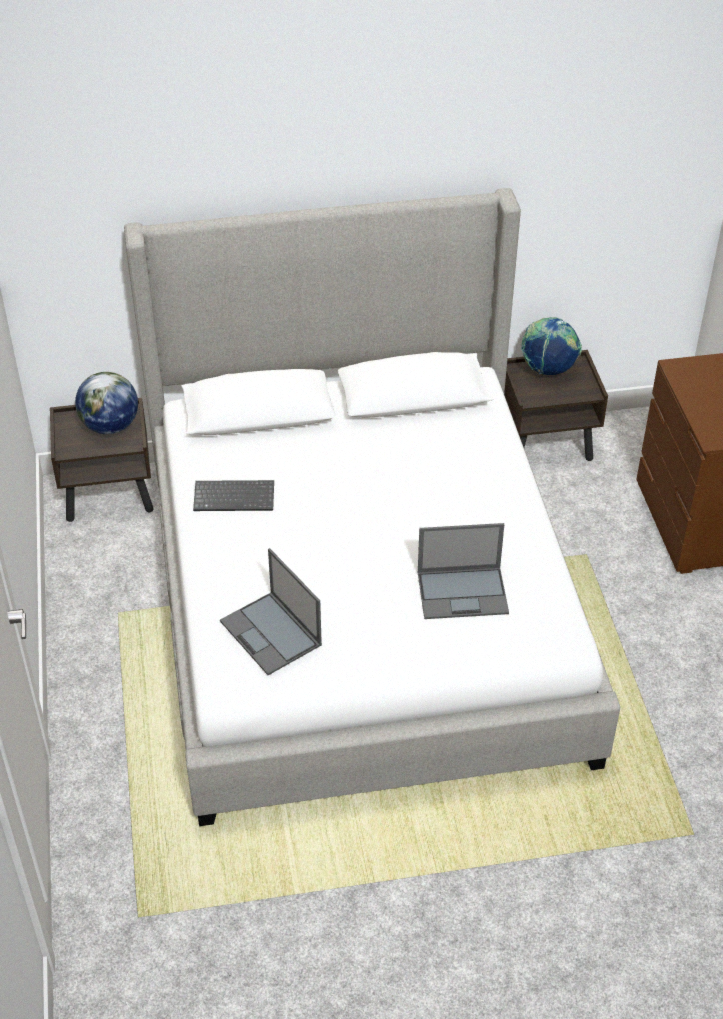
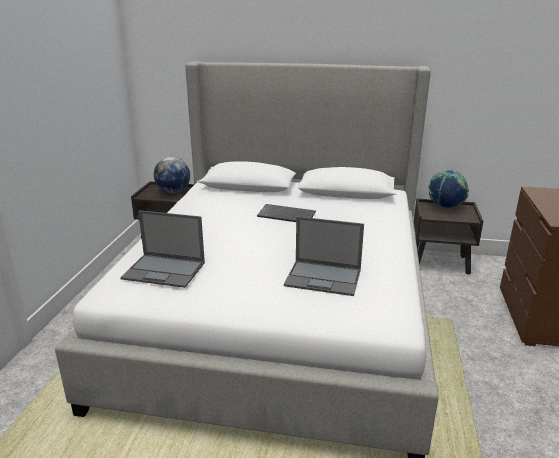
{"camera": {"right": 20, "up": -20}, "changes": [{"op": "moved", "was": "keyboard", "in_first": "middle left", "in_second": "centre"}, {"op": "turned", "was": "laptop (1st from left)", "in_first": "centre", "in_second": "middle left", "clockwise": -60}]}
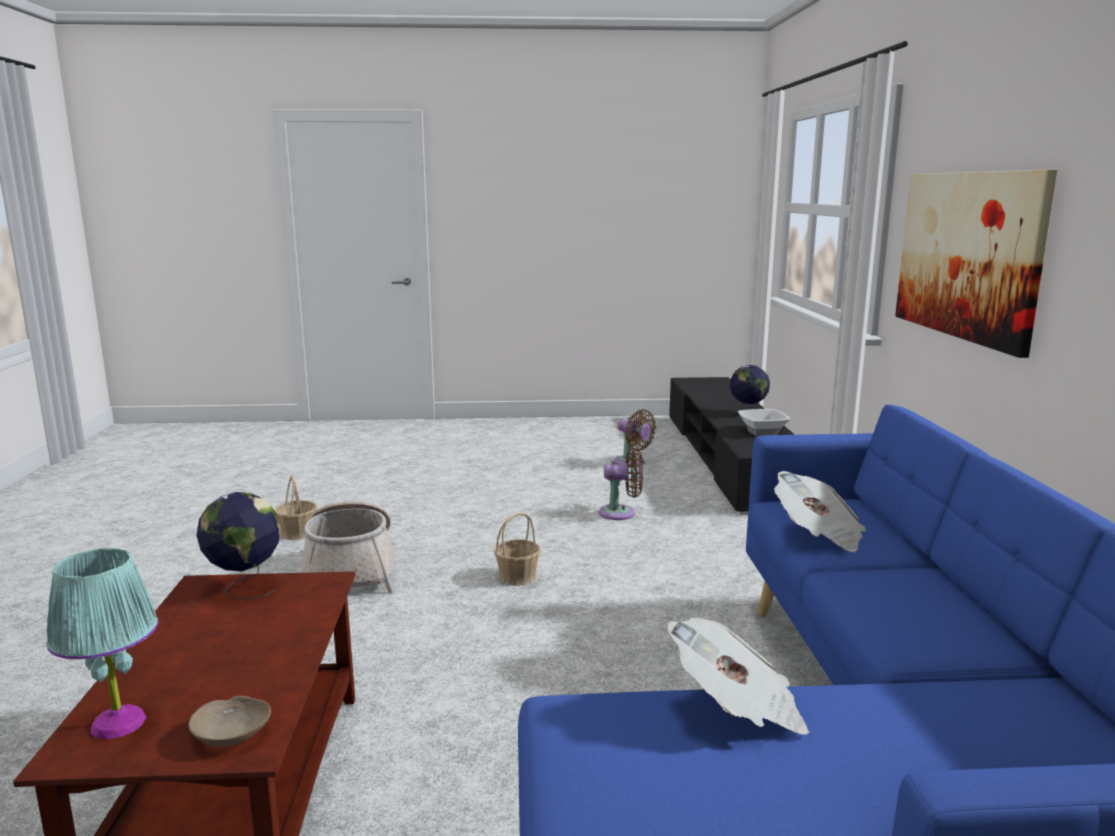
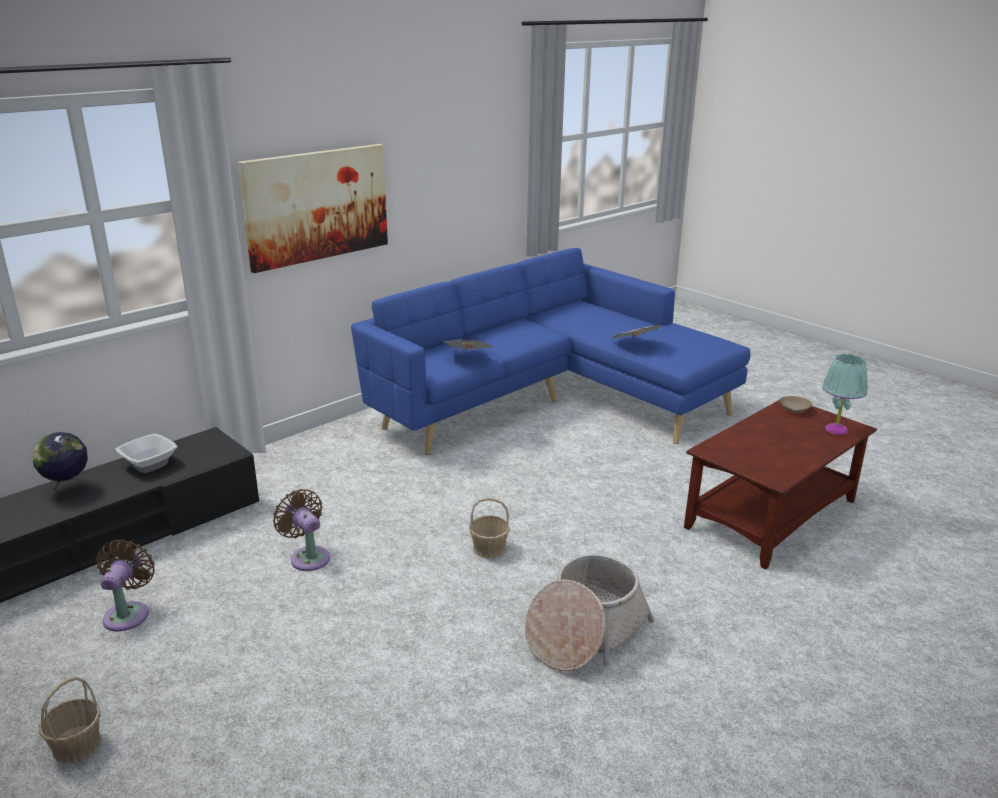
{"camera": {"right": -130, "up": 10}, "changes": [{"op": "moved", "was": "basket (1st from left)", "in_first": "middle left", "in_second": "bottom left"}, {"op": "removed", "was": "world globe (1st from left)", "in_first": "middle left"}]}
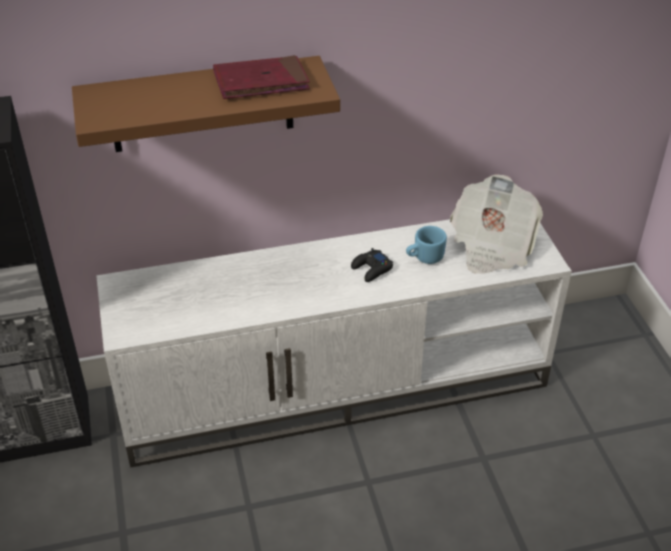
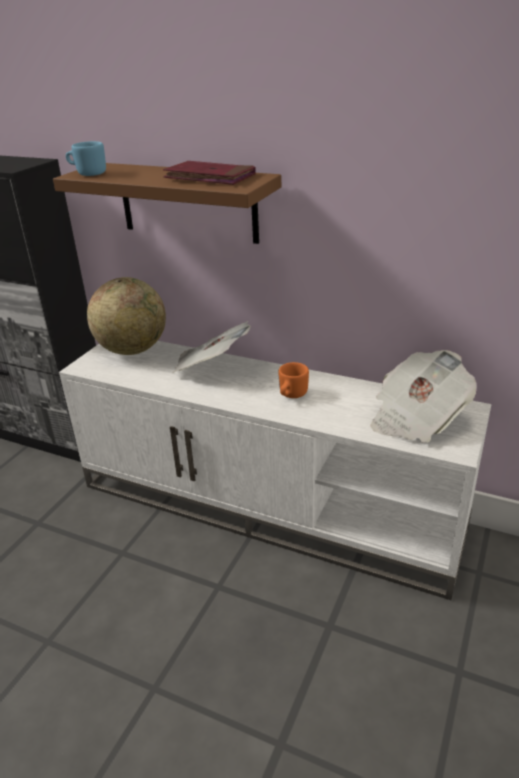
{"camera": {"right": 40, "up": -10}, "changes": [{"op": "moved", "was": "mug/blue-coloured", "in_first": "centre", "in_second": "top left"}, {"op": "replaced", "was": "joypad/blackish", "now": "mug/orange-coloured", "in_first": "centre", "in_second": "centre"}, {"op": "added", "now": "world globe", "in_second": "middle left"}, {"op": "added", "now": "newspaper (1st from left)", "in_second": "centre"}]}
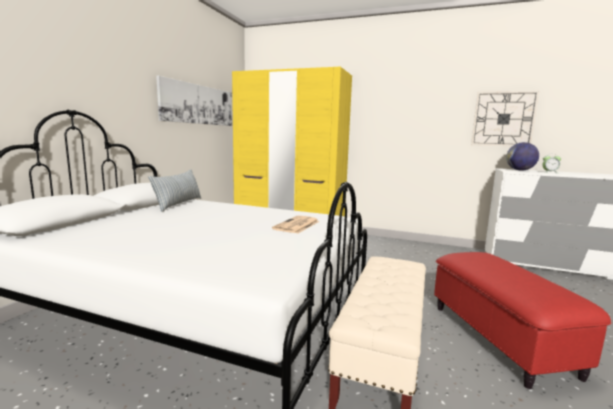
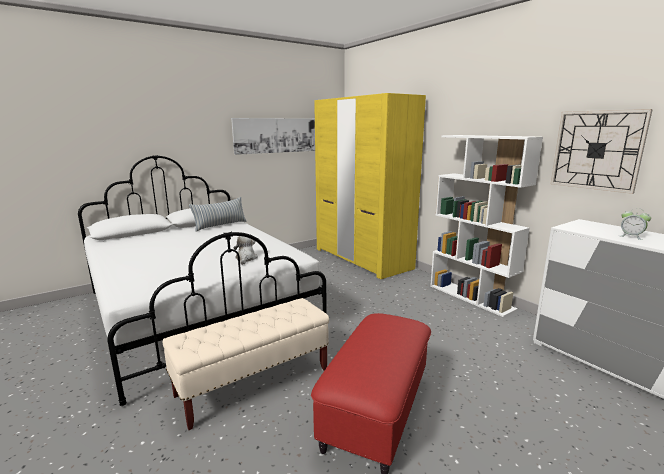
{"camera": {"right": 35, "up": 5}, "changes": [{"op": "removed", "was": "world globe", "in_first": "middle right"}, {"op": "replaced", "was": "newspaper", "now": "plush toy", "in_first": "centre", "in_second": "centre"}, {"op": "added", "now": "shelving unit/white-coloured", "in_second": "middle right"}]}
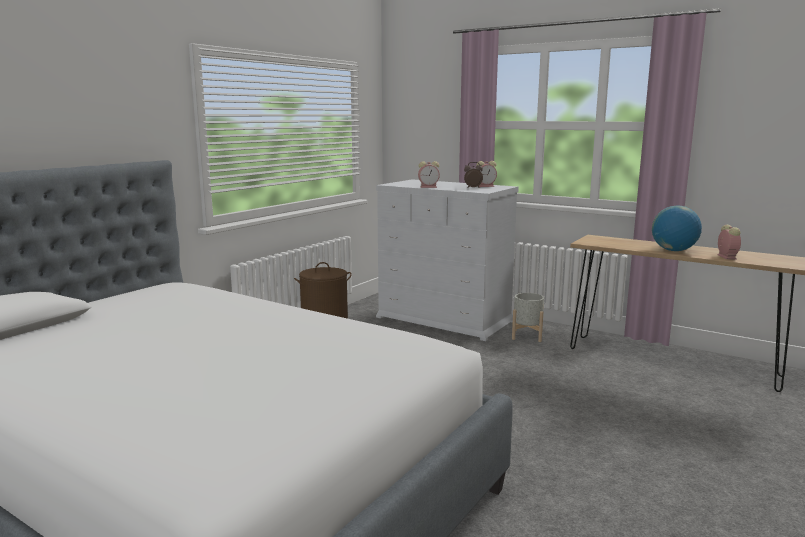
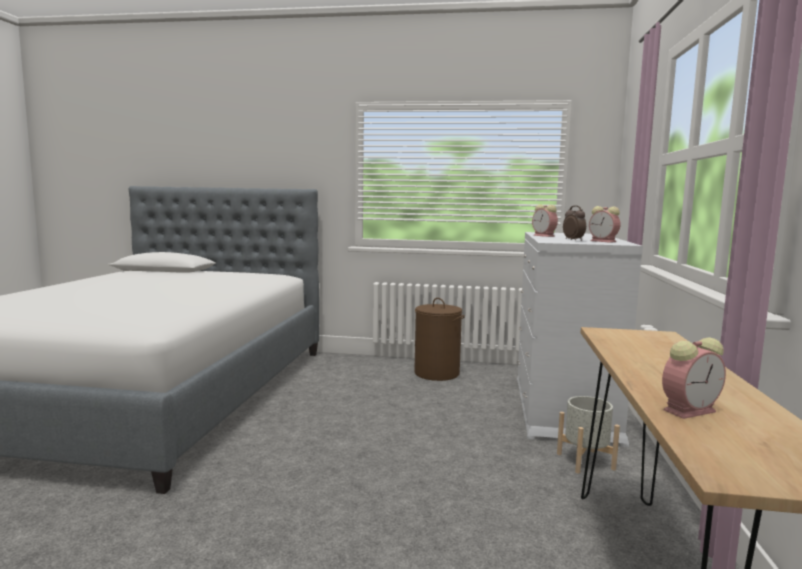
{"camera": {"right": 65, "up": -5}, "changes": [{"op": "removed", "was": "world globe", "in_first": "middle right"}]}
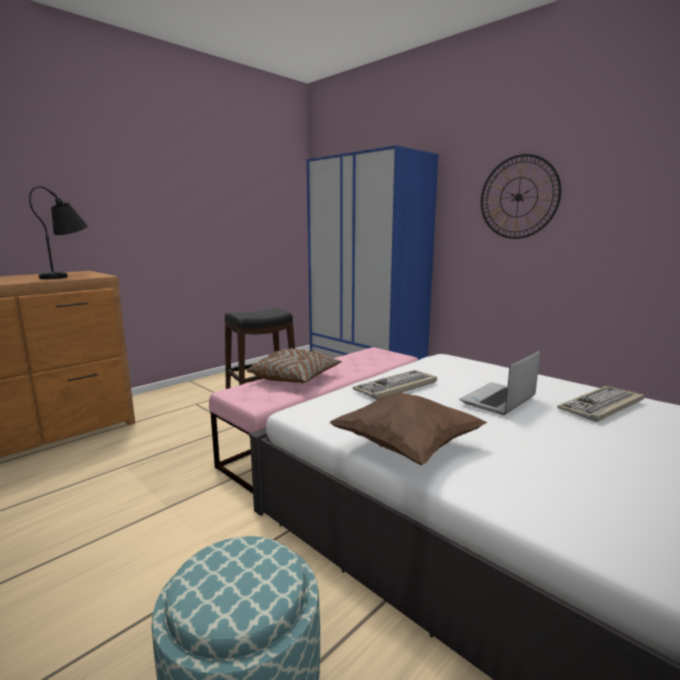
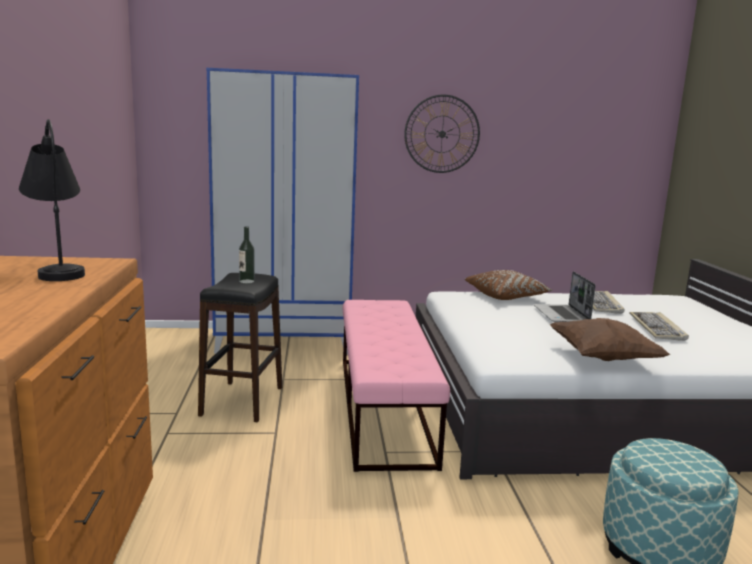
{"camera": {"right": -50, "up": 0}, "changes": [{"op": "moved", "was": "cushion/brown (1st from left)", "in_first": "centre", "in_second": "middle right"}, {"op": "moved", "was": "keyboard (1st from left in the first image)", "now": "keyboard (2nd from left)", "in_first": "centre", "in_second": "middle right"}, {"op": "added", "now": "bottle", "in_second": "middle left"}]}
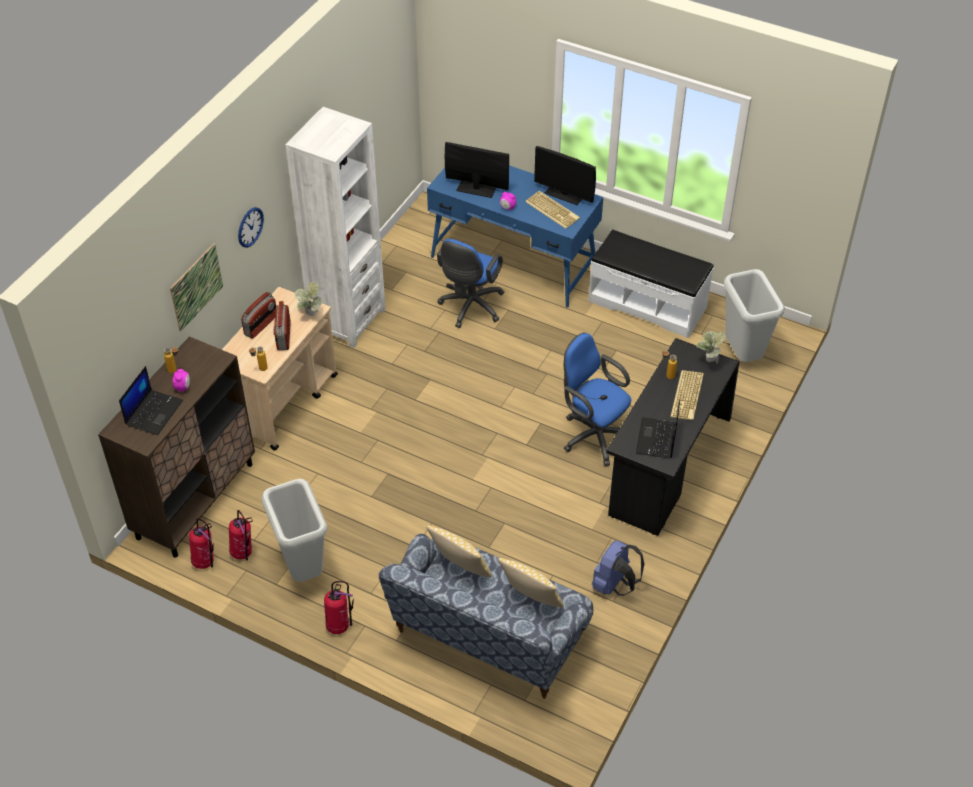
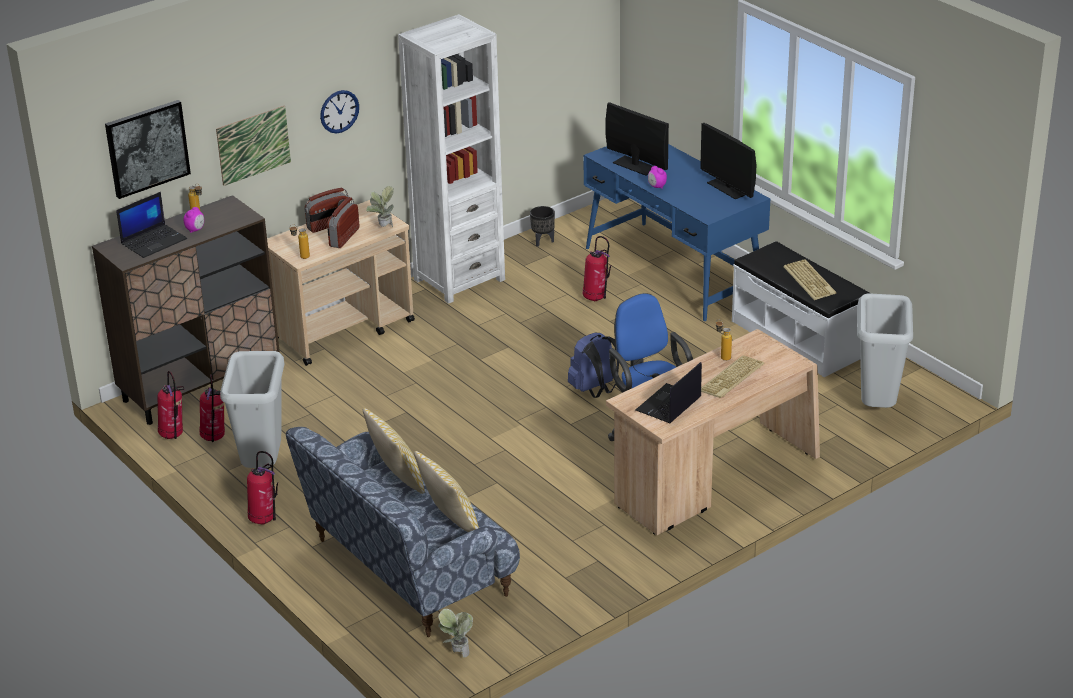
{"camera": {"right": 25, "up": -15}, "changes": [{"op": "moved", "was": "keyboard (1st from left in the first image)", "now": "keyboard (2nd from left)", "in_first": "top centre", "in_second": "middle right"}, {"op": "replaced", "was": "computer chair/blue-coloured (1st from left)", "now": "extinguisher (4th from left)", "in_first": "centre", "in_second": "centre"}, {"op": "moved", "was": "plant in a pot (2nd from left)", "in_first": "middle right", "in_second": "bottom centre"}, {"op": "recoloured", "was": "desk/blackish", "now": "desk/sand-coloured", "in_first": "middle right", "in_second": "centre"}, {"op": "moved", "was": "backpack/blue-coloured", "in_first": "bottom centre", "in_second": "centre"}, {"op": "added", "now": "wall art (1st from left)", "in_second": "top left"}, {"op": "added", "now": "flower pot/blackish", "in_second": "top centre"}]}
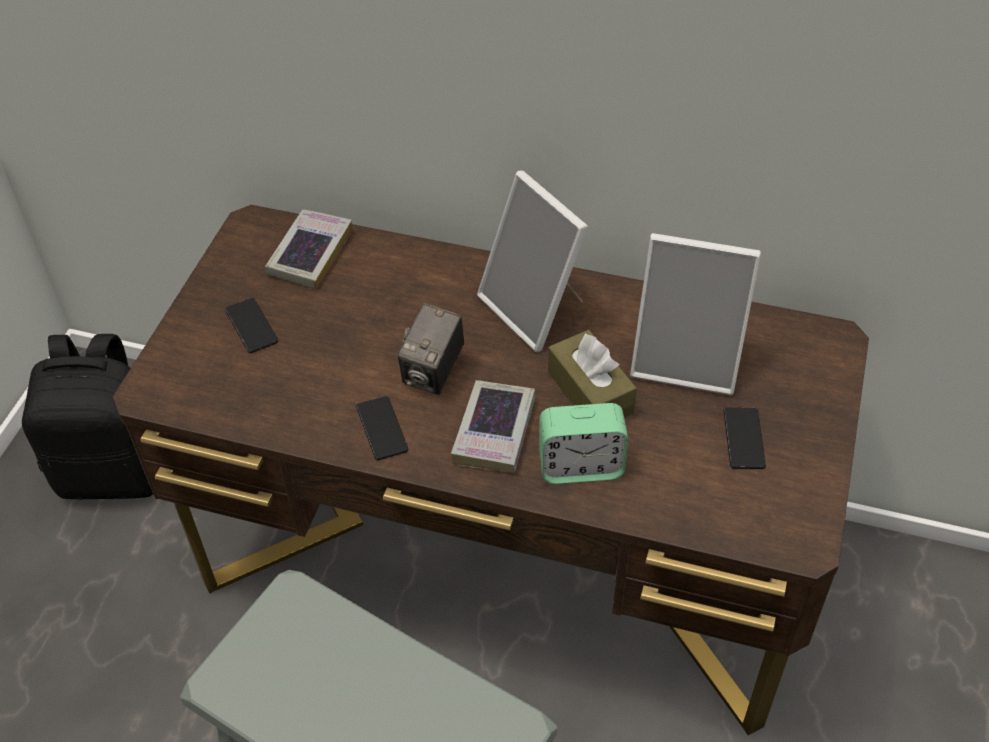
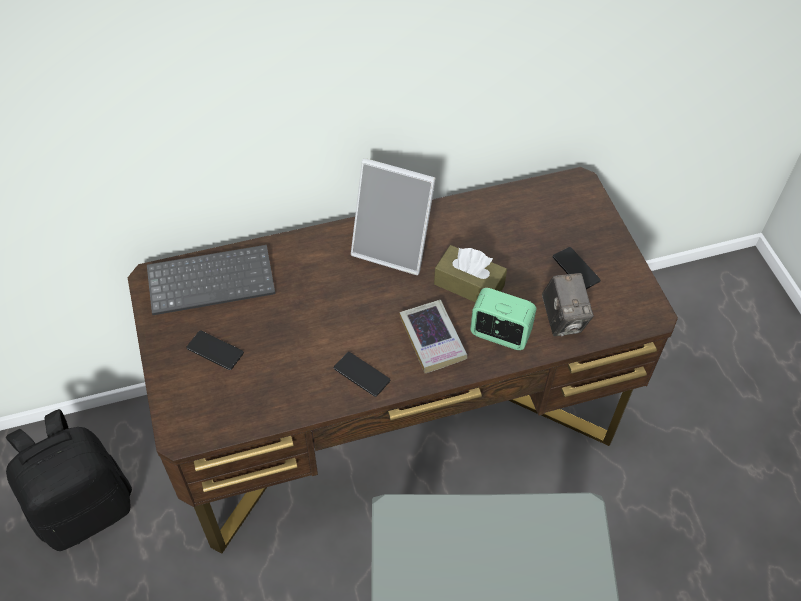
{"camera": {"right": -35, "up": 5}, "changes": [{"op": "replaced", "was": "volume (1st from left)", "now": "keyboard", "in_first": "middle left", "in_second": "middle left"}, {"op": "removed", "was": "picture frame (2nd from left)", "in_first": "middle right"}, {"op": "moved", "was": "still camera", "in_first": "centre", "in_second": "middle right"}, {"op": "turned", "was": "table clock", "in_first": "centre", "in_second": "centre", "clockwise": -120}]}
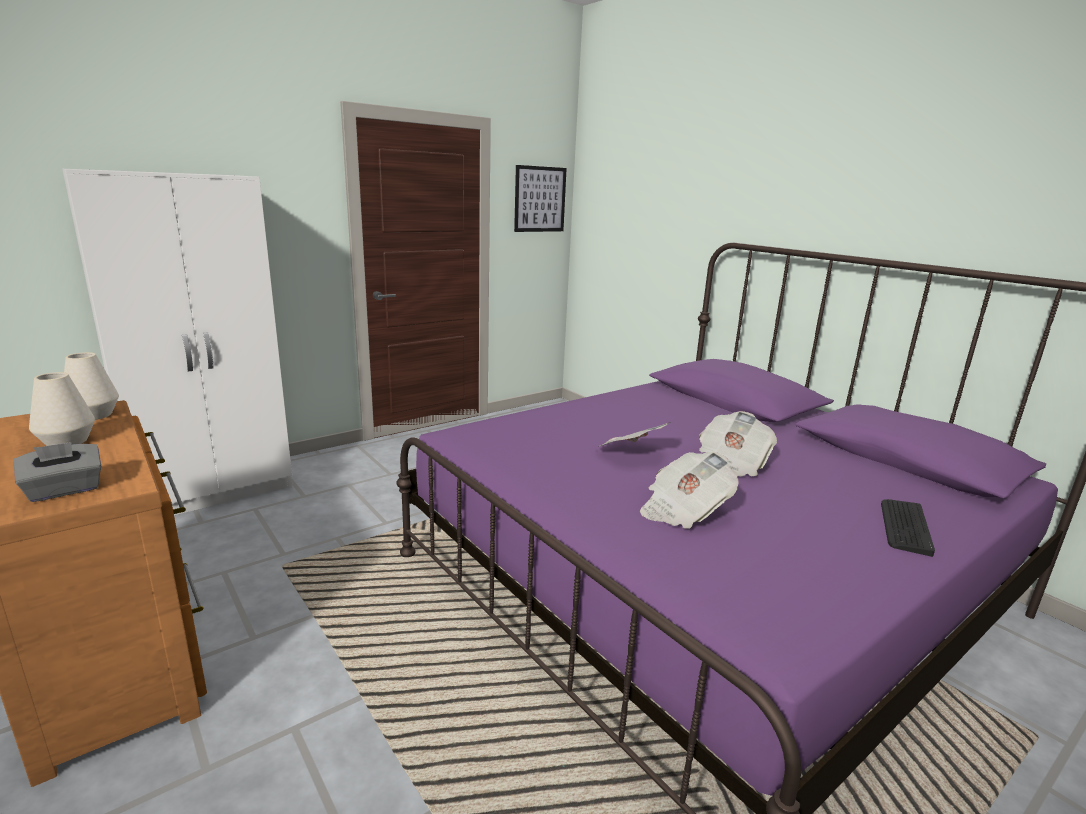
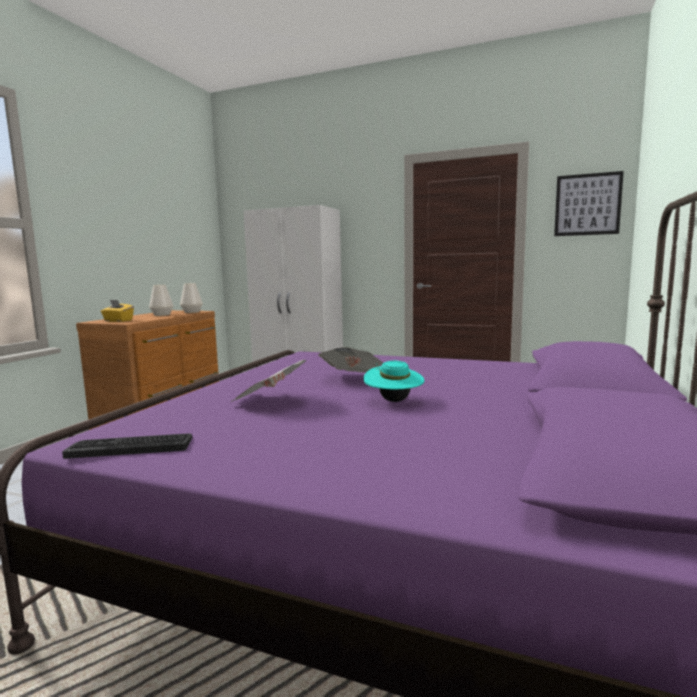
{"camera": {"right": 60, "up": -10}, "changes": [{"op": "replaced", "was": "newspaper (3rd from left)", "now": "clothing hat/turquoise-coloured", "in_first": "middle right", "in_second": "centre"}, {"op": "recoloured", "was": "tissue holder/grey", "now": "tissue holder/yellow", "in_first": "middle left", "in_second": "middle left"}, {"op": "moved", "was": "keyboard", "in_first": "middle right", "in_second": "middle left"}]}
